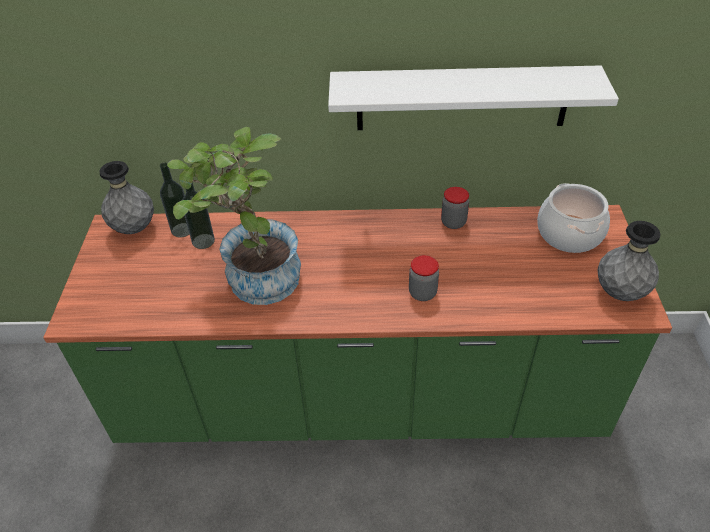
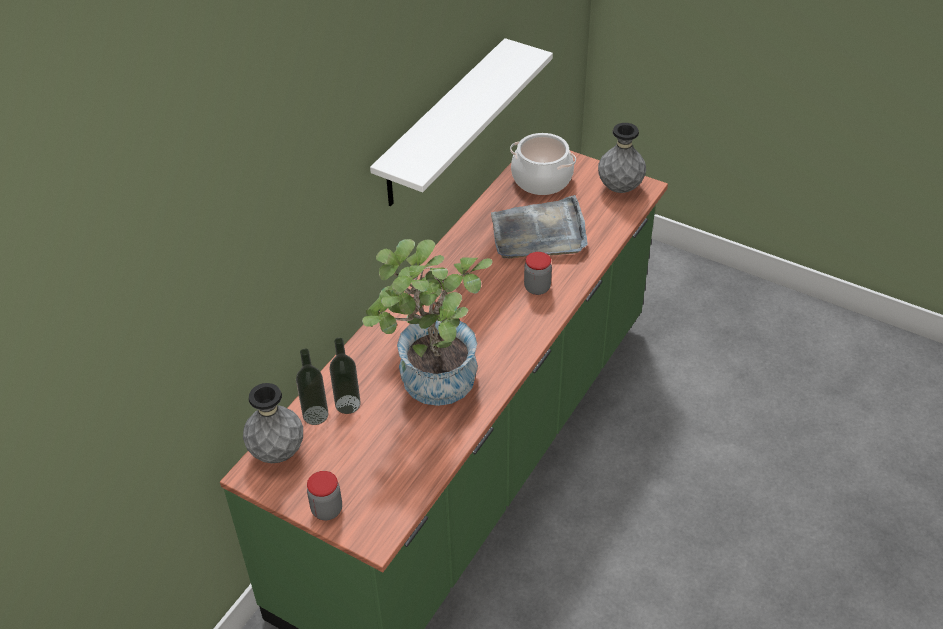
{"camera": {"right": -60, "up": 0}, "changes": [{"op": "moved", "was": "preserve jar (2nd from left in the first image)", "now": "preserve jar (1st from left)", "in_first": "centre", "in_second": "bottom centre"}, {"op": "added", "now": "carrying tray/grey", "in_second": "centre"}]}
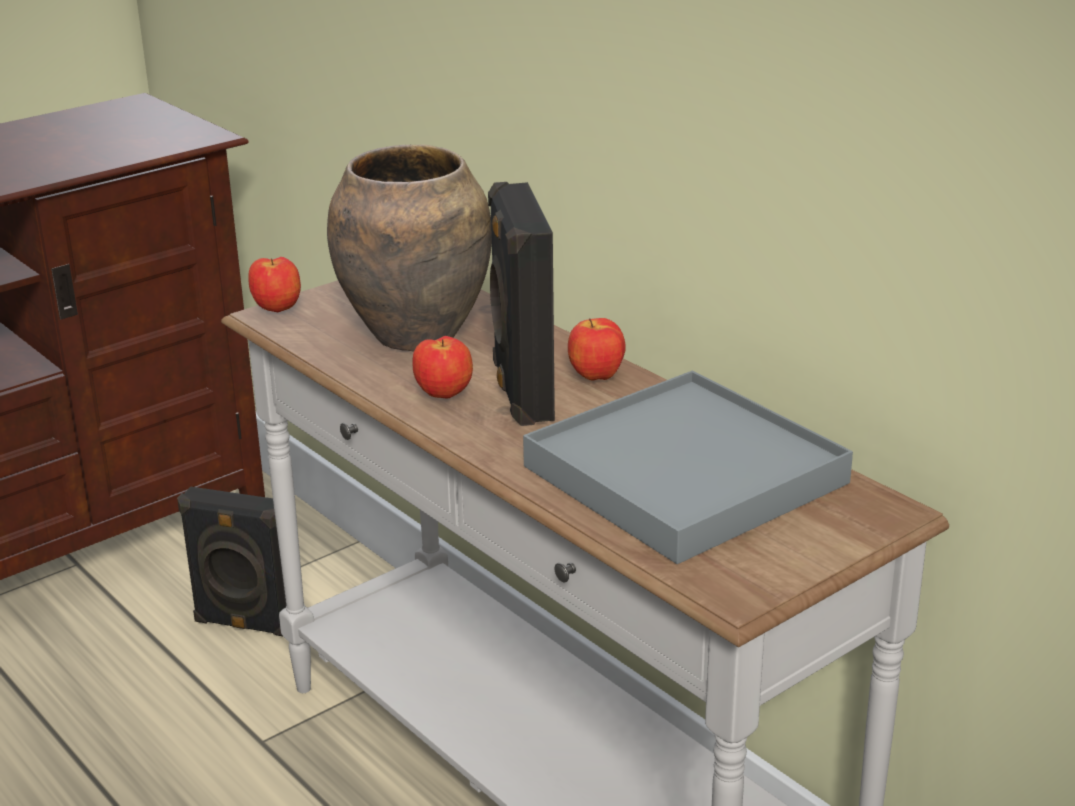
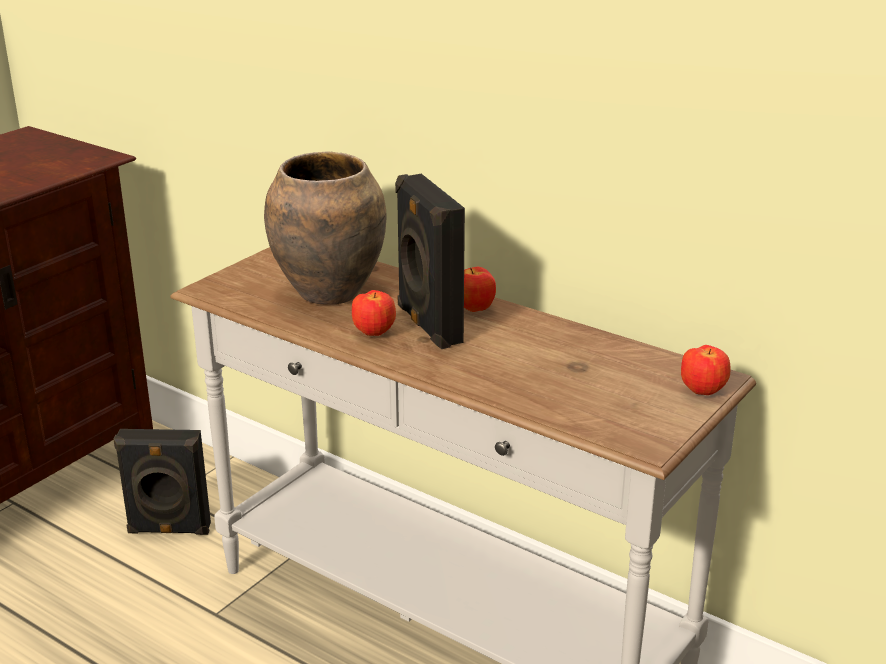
{"camera": {"right": -15, "up": 0}, "changes": [{"op": "moved", "was": "whole apple (1st from left in the first image)", "now": "whole apple (3rd from left)", "in_first": "middle left", "in_second": "middle right"}, {"op": "removed", "was": "carrying tray/grey", "in_first": "centre"}]}
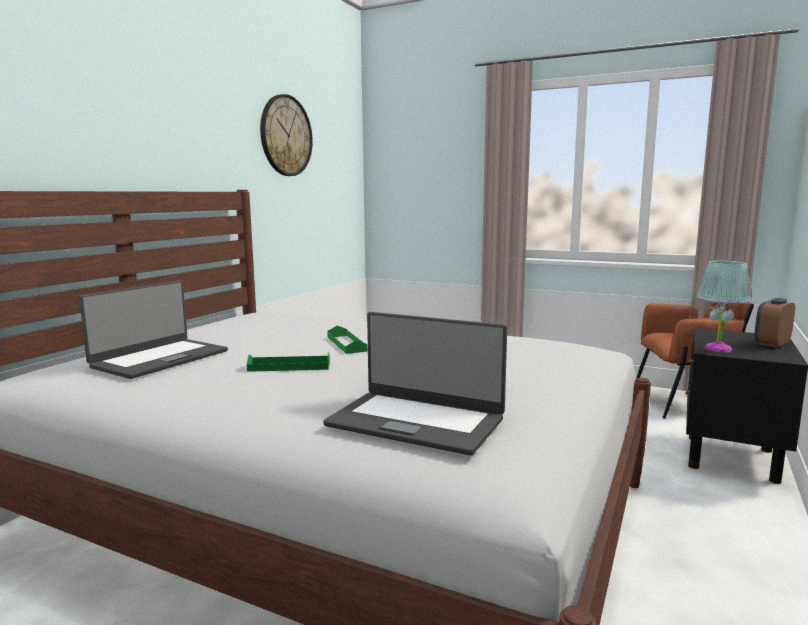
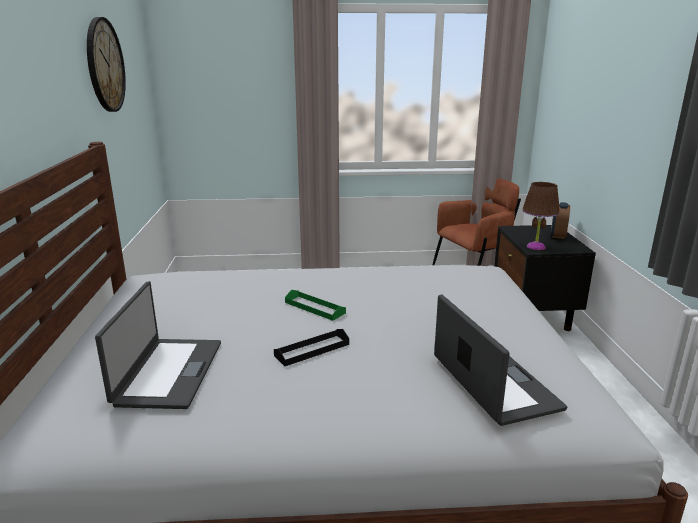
{"camera": {"right": -30, "up": 10}, "changes": [{"op": "recoloured", "was": "lamp for a table/turquoise-coloured", "now": "lamp for a table/brown", "in_first": "middle right", "in_second": "middle right"}, {"op": "turned", "was": "laptop (2nd from left)", "in_first": "centre", "in_second": "bottom right", "clockwise": -105}, {"op": "recoloured", "was": "carrying tray/green-coloured (1st from left)", "now": "carrying tray/blackish", "in_first": "centre", "in_second": "centre"}]}
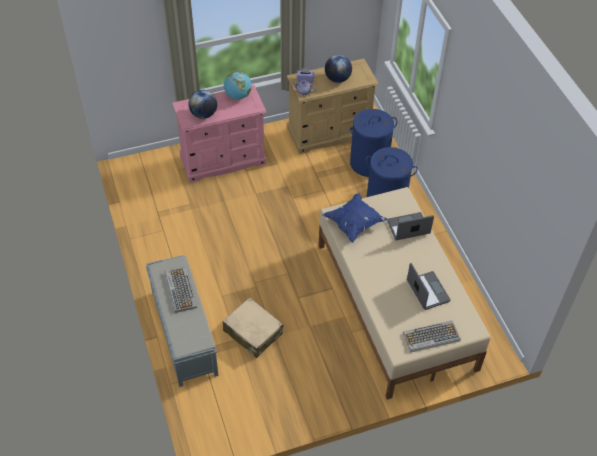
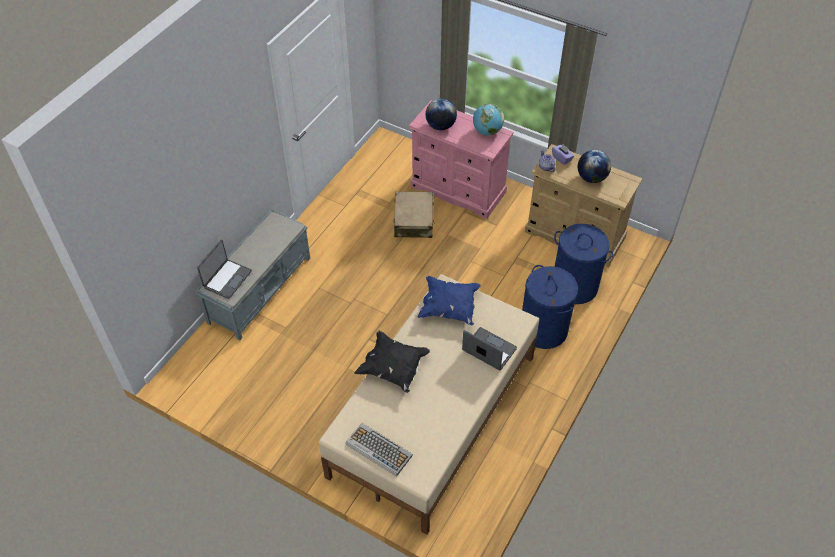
{"camera": {"right": 50, "up": 0}, "changes": [{"op": "moved", "was": "laptop (2nd from left in the first image)", "now": "laptop (1st from left)", "in_first": "middle right", "in_second": "middle left"}, {"op": "removed", "was": "keyboard (1st from left)", "in_first": "middle left"}, {"op": "moved", "was": "suitcase/sand-coloured", "in_first": "bottom centre", "in_second": "centre"}, {"op": "added", "now": "cushion/blackish", "in_second": "centre"}]}
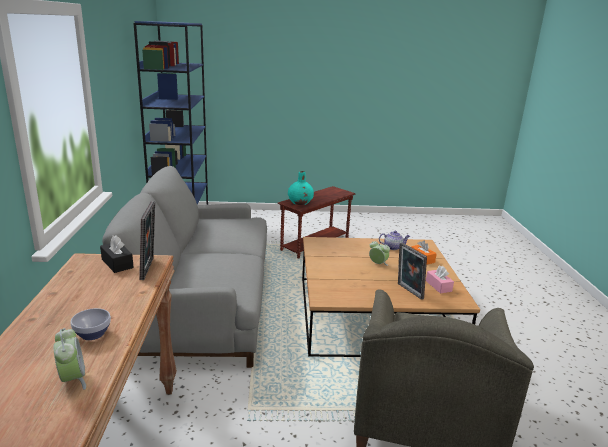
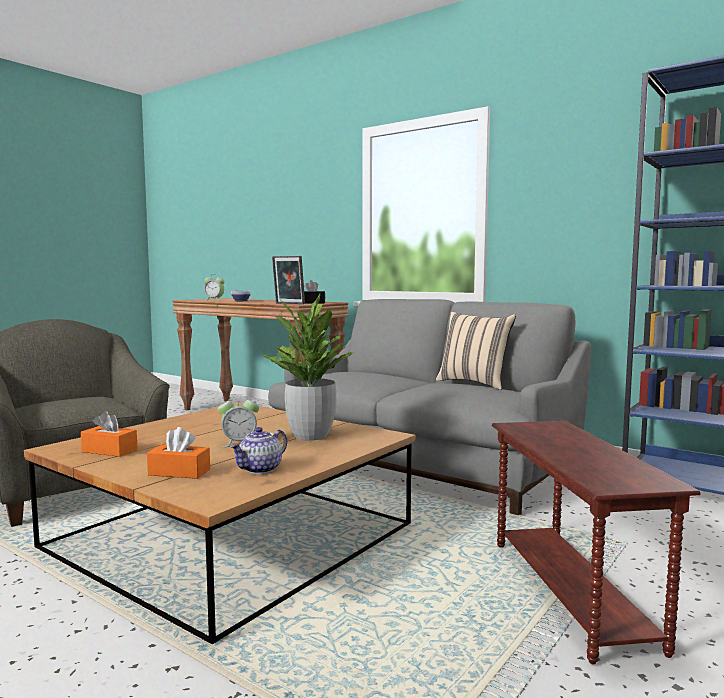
{"camera": {"right": 130, "up": -15}, "changes": [{"op": "removed", "was": "vase/turquoise-coloured", "in_first": "centre"}, {"op": "removed", "was": "picture frame (2nd from left)", "in_first": "middle right"}, {"op": "recoloured", "was": "tissue holder/pinkish", "now": "tissue holder/orange-coloured (1st from left)", "in_first": "middle right", "in_second": "middle left"}, {"op": "added", "now": "plant in a pot", "in_second": "centre"}, {"op": "added", "now": "cushion/sand-coloured", "in_second": "centre"}]}
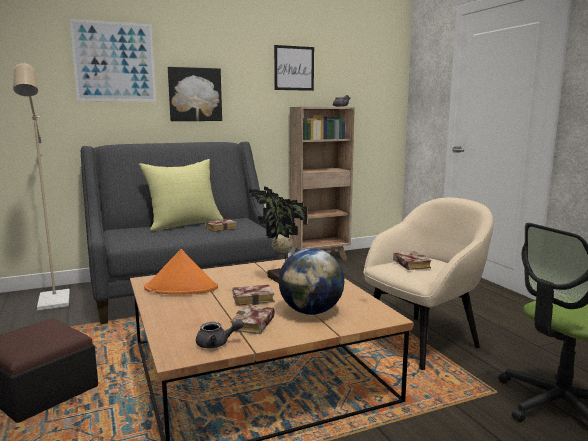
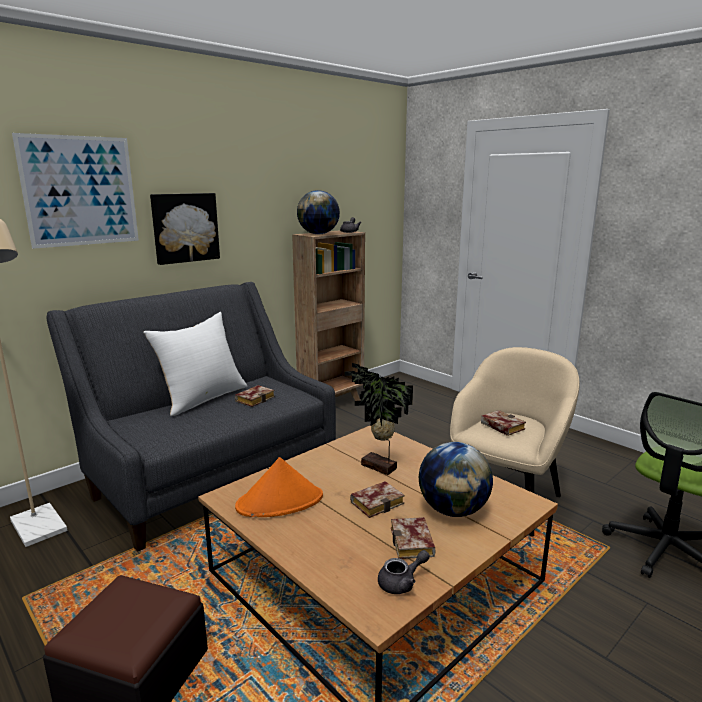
{"camera": {"right": -20, "up": 5}, "changes": [{"op": "removed", "was": "wall art (3rd from left)", "in_first": "top centre"}, {"op": "recoloured", "was": "cushion/yellow", "now": "cushion/white-coloured", "in_first": "middle left", "in_second": "middle left"}, {"op": "added", "now": "world globe (1st from left)", "in_second": "top centre"}]}
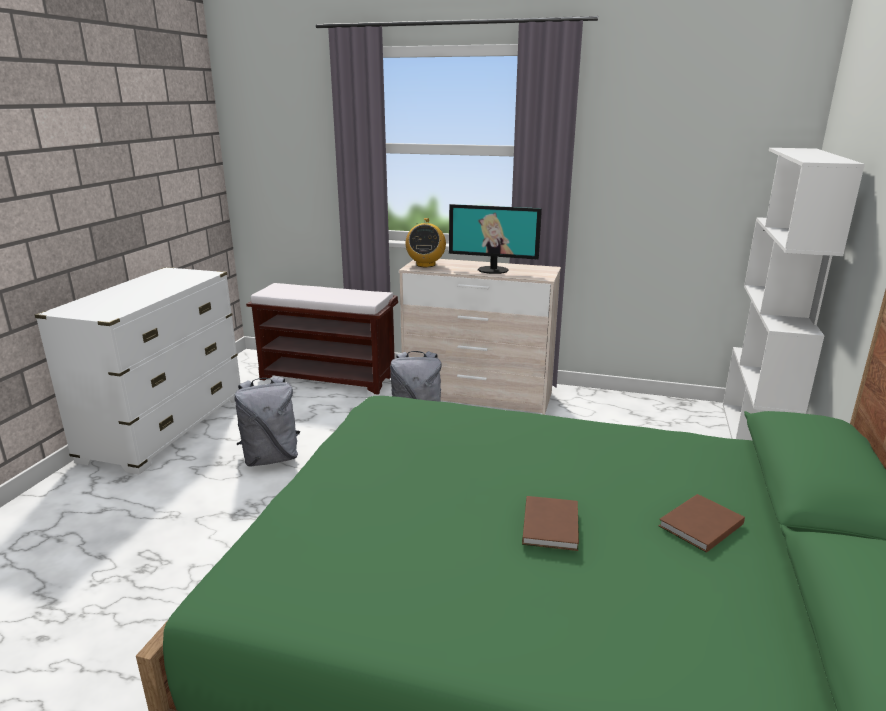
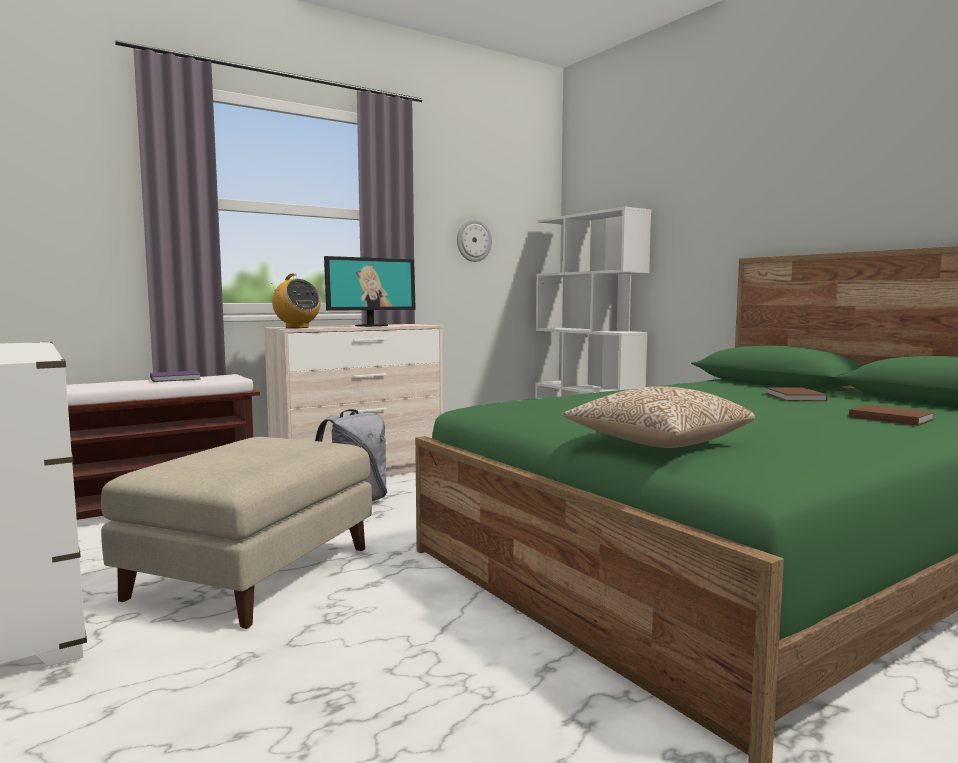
{"camera": {"right": -50, "up": -15}, "changes": [{"op": "replaced", "was": "backpack/grey (1st from left)", "now": "pouffe/sand-coloured", "in_first": "middle left", "in_second": "bottom left"}, {"op": "moved", "was": "volume/brown (1st from left in the first image)", "now": "volume/brown (2nd from left)", "in_first": "bottom centre", "in_second": "middle right"}, {"op": "added", "now": "clock on the wall", "in_second": "top centre"}, {"op": "added", "now": "volume/purplish", "in_second": "middle left"}, {"op": "added", "now": "cushion", "in_second": "middle right"}]}
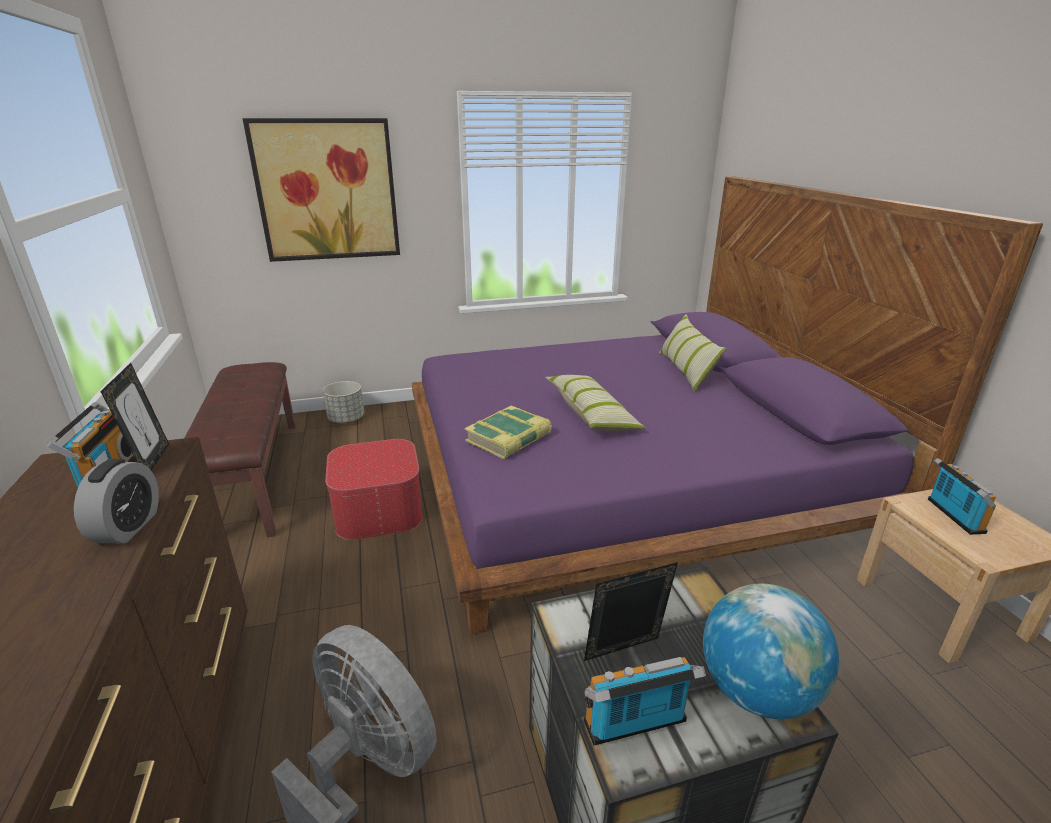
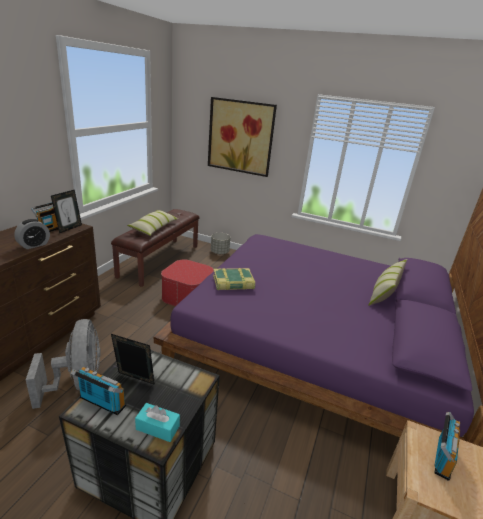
{"camera": {"right": 35, "up": 0}, "changes": [{"op": "moved", "was": "cushion (1st from left)", "in_first": "centre", "in_second": "middle left"}, {"op": "replaced", "was": "world globe", "now": "tissue holder/turquoise-coloured", "in_first": "bottom right", "in_second": "bottom left"}]}
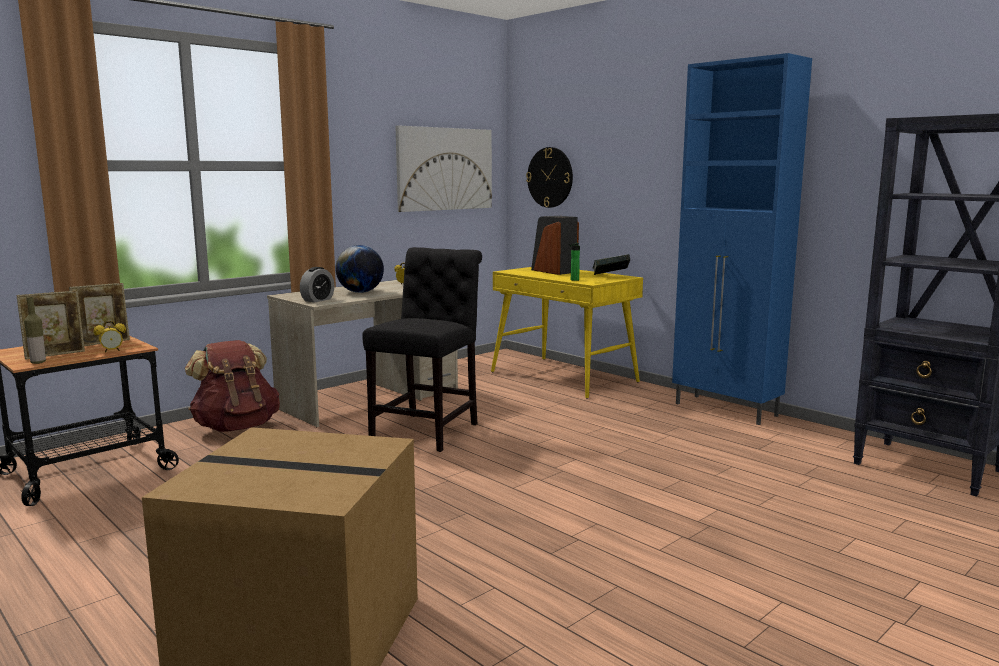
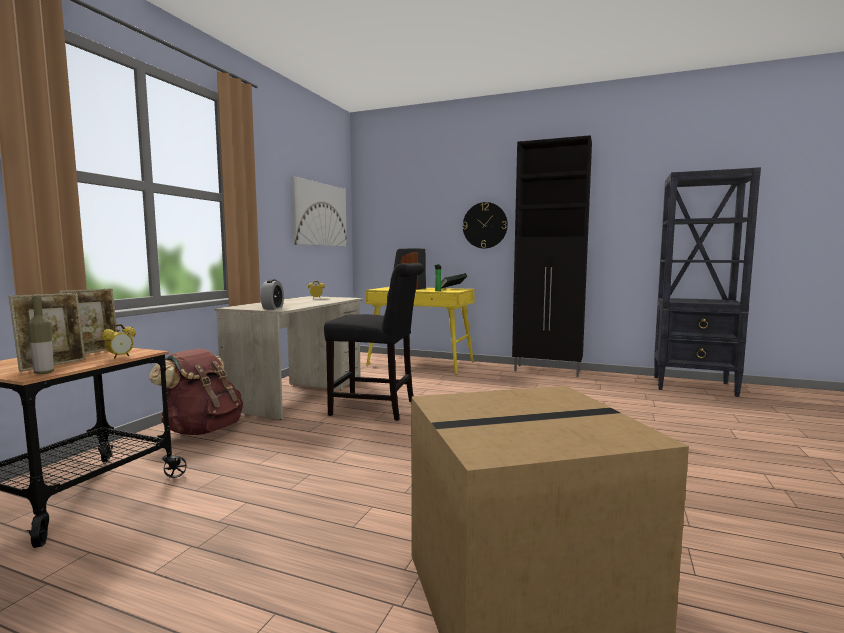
{"camera": {"right": -25, "up": -5}, "changes": [{"op": "recoloured", "was": "cupboard/blue-coloured", "now": "cupboard/blackish", "in_first": "middle right", "in_second": "centre"}, {"op": "moved", "was": "clock on the wall", "in_first": "top centre", "in_second": "centre"}, {"op": "removed", "was": "world globe", "in_first": "centre"}, {"op": "turned", "was": "upright chair/blackish", "in_first": "centre", "in_second": "centre", "clockwise": 105}]}
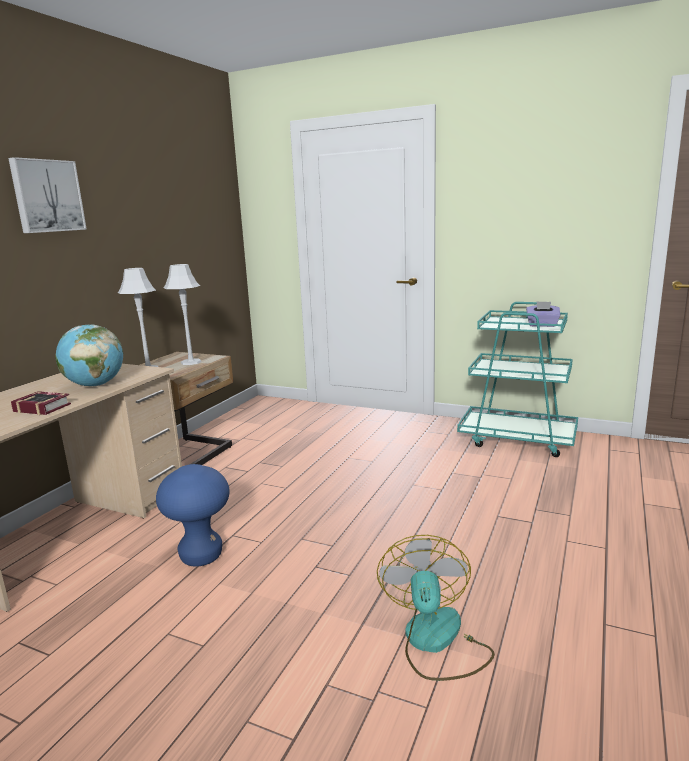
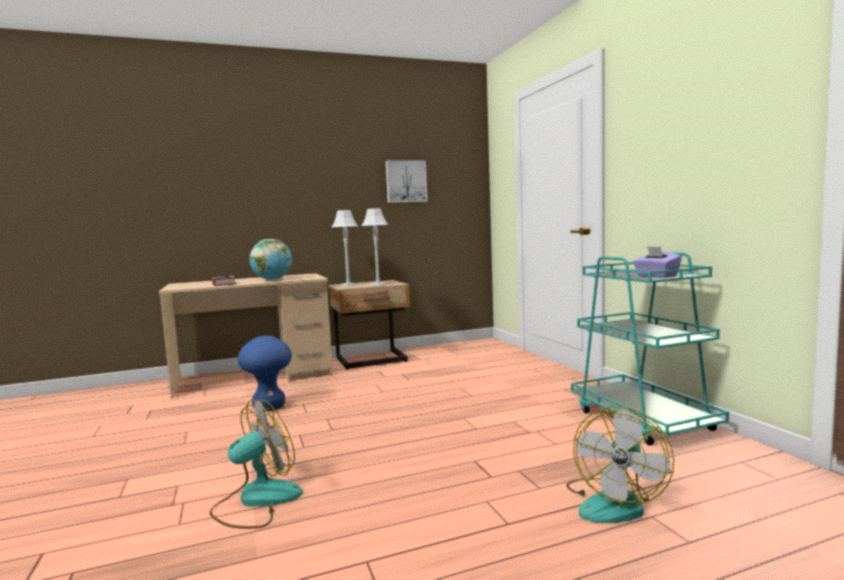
{"camera": {"right": 45, "up": -10}, "changes": [{"op": "moved", "was": "wall art", "in_first": "top left", "in_second": "top centre"}, {"op": "added", "now": "electric fan (2nd from left)", "in_second": "bottom right"}]}
